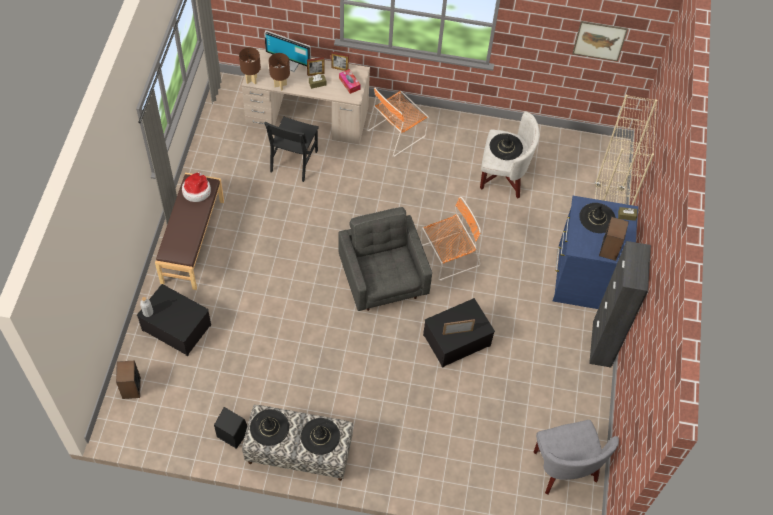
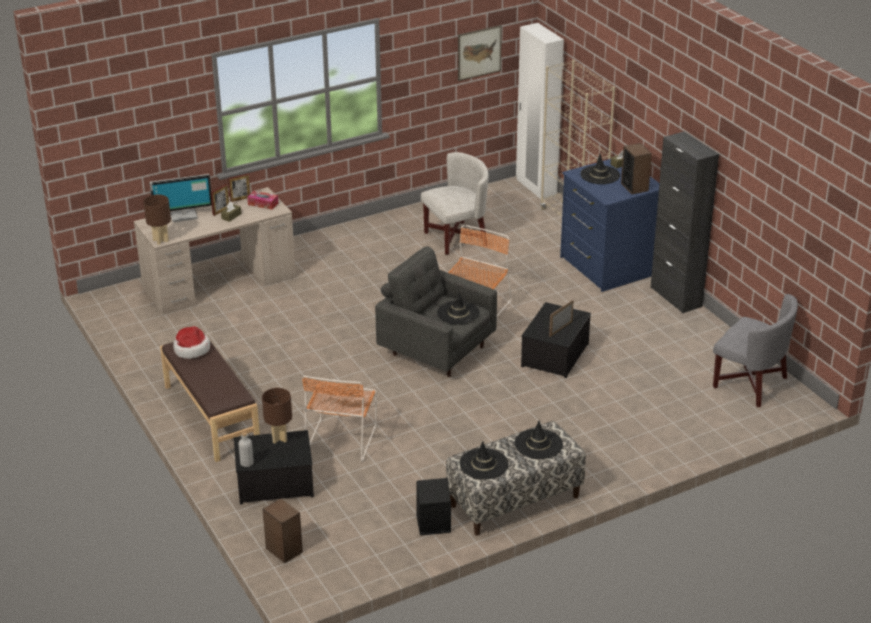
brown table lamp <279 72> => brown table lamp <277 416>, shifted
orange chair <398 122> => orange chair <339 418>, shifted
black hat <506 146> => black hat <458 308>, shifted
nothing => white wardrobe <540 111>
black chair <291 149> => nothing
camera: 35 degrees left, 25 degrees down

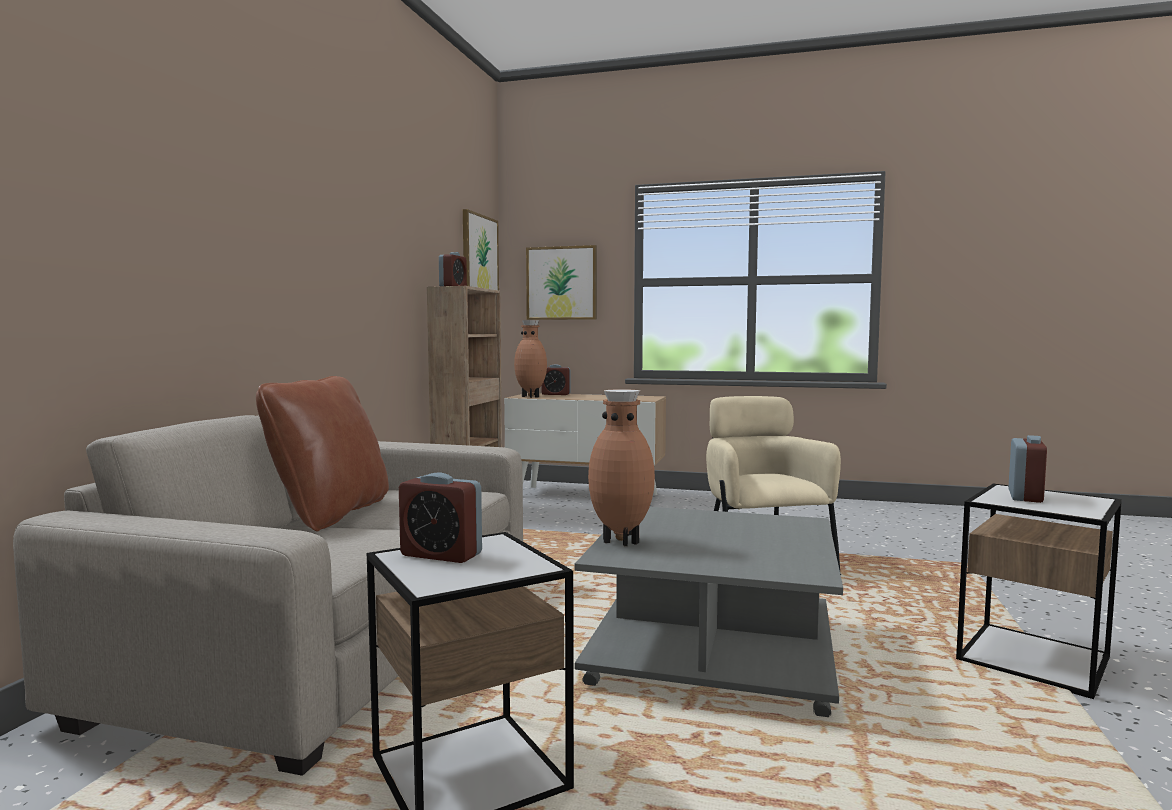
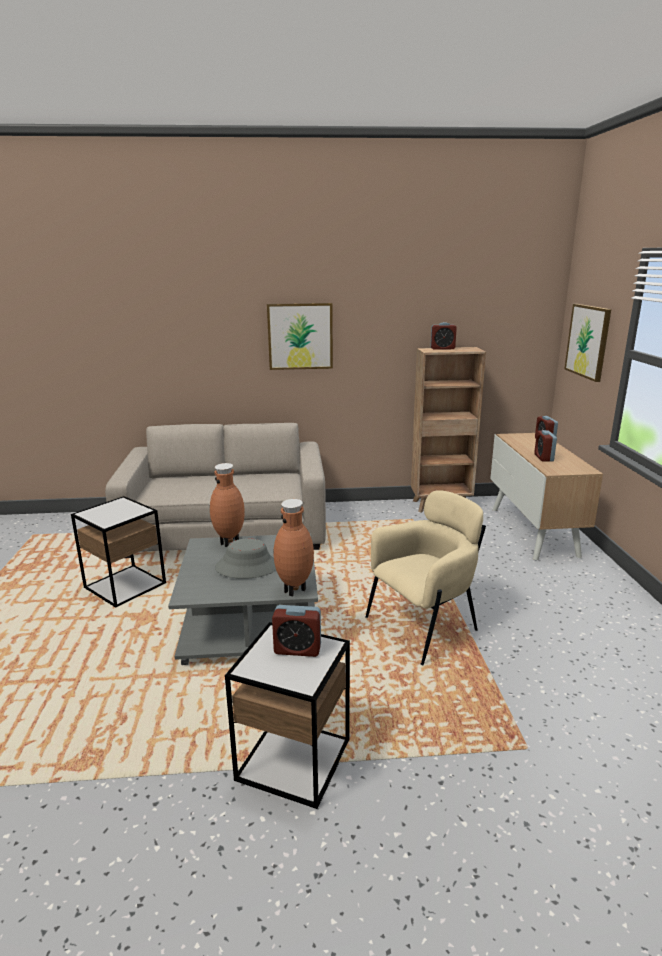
nothing => grey hat <245 558>
picture <481 249> => picture <300 336>, shifted
brown vase <530 359> => brown vase <293 547>, shifted
alarm clock <440 517> => alarm clock <545 446>, shifted
brown pillow <322 453> => nothing
camera: 70 degrees right, 15 degrees up

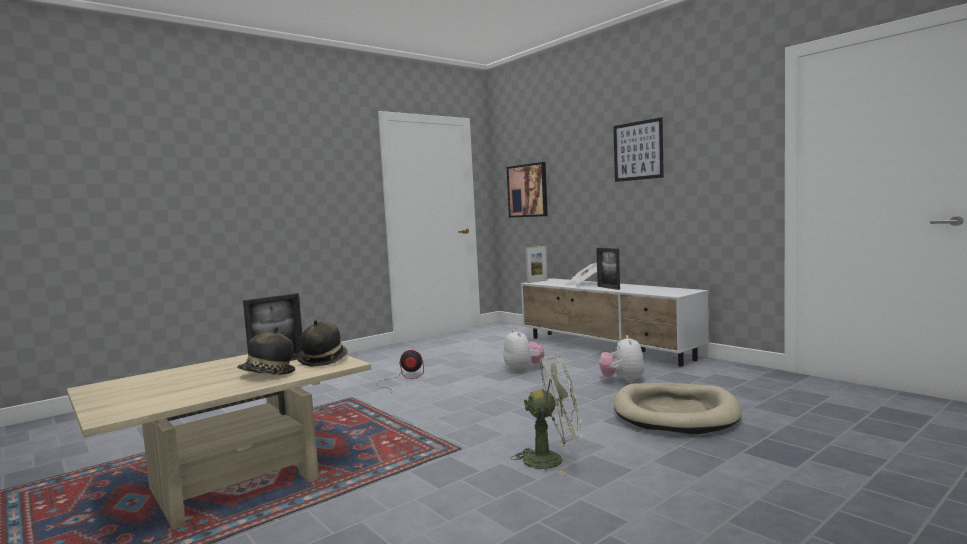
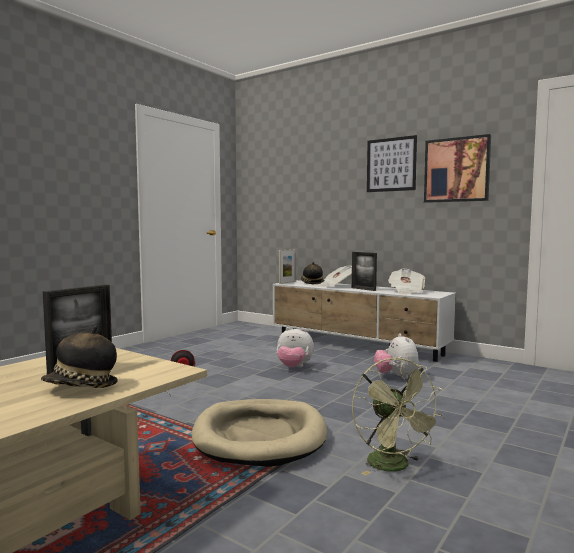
beige dog bed <678 408> => beige dog bed <259 433>, shifted
plush toy <524 350> => plush toy <295 347>, 135 degrees clockwise
hat <322 343> => hat <312 273>, shifted
green fan <546 415> => green fan <398 416>, 90 degrees clockwise
nothing => newspaper <406 282>
picture <527 190> => picture <457 168>, shifted
camera: 15 degrees left, 0 degrees up

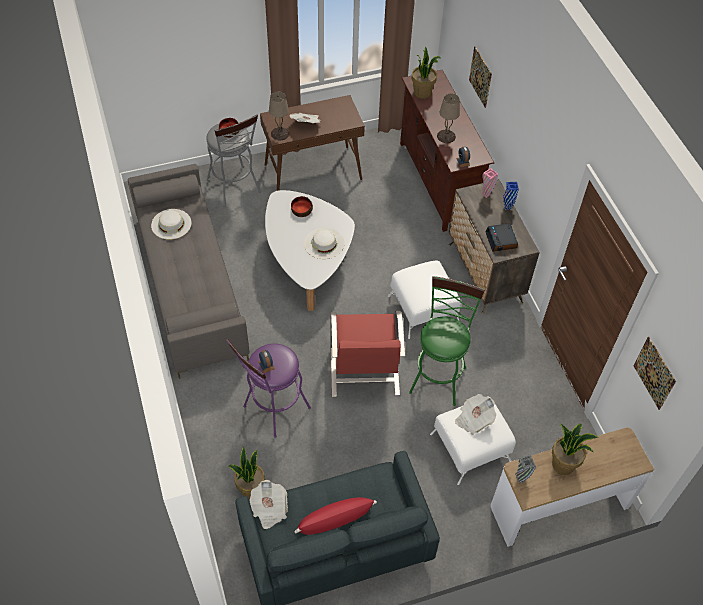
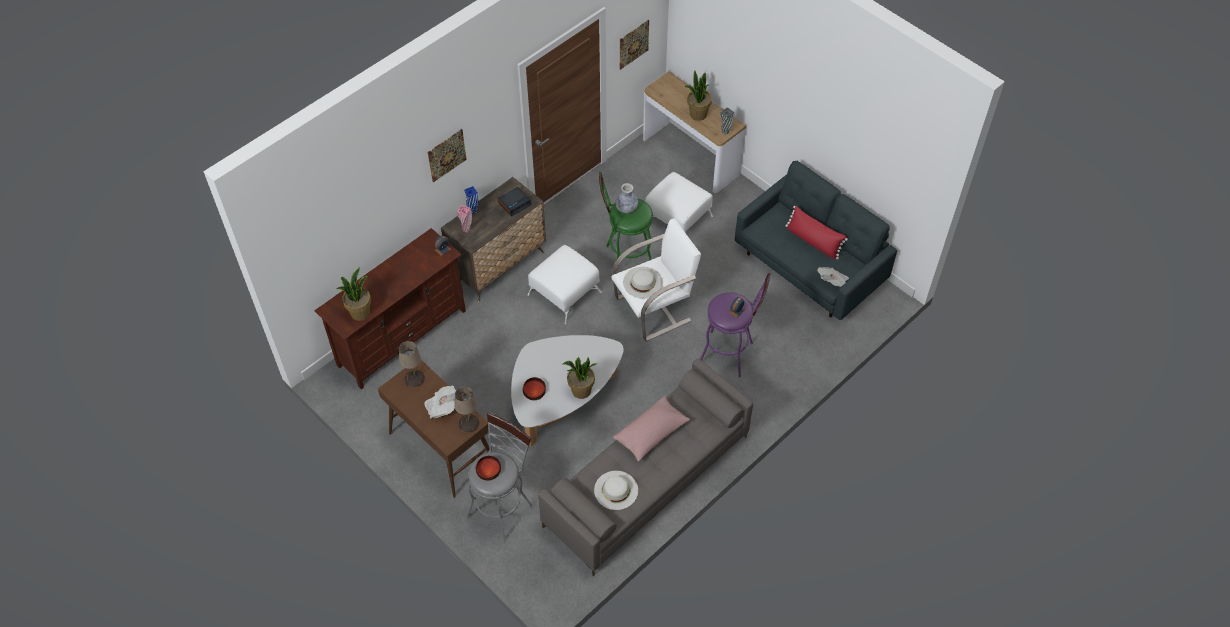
beige table lamp <448 118> => beige table lamp <412 364>, shifted
picture <480 77> => picture <447 155>, shifted
potted plant <247 473> => potted plant <580 378>, shifted
red armchair <368 354> => white armchair <656 279>
nothing => pink pillow <651 429>
nothing => vase <627 198>
white hat <324 243> => white hat <643 282>, shifted
newspaper <475 414> => nothing
camera: 115 degrees left, 0 degrees up

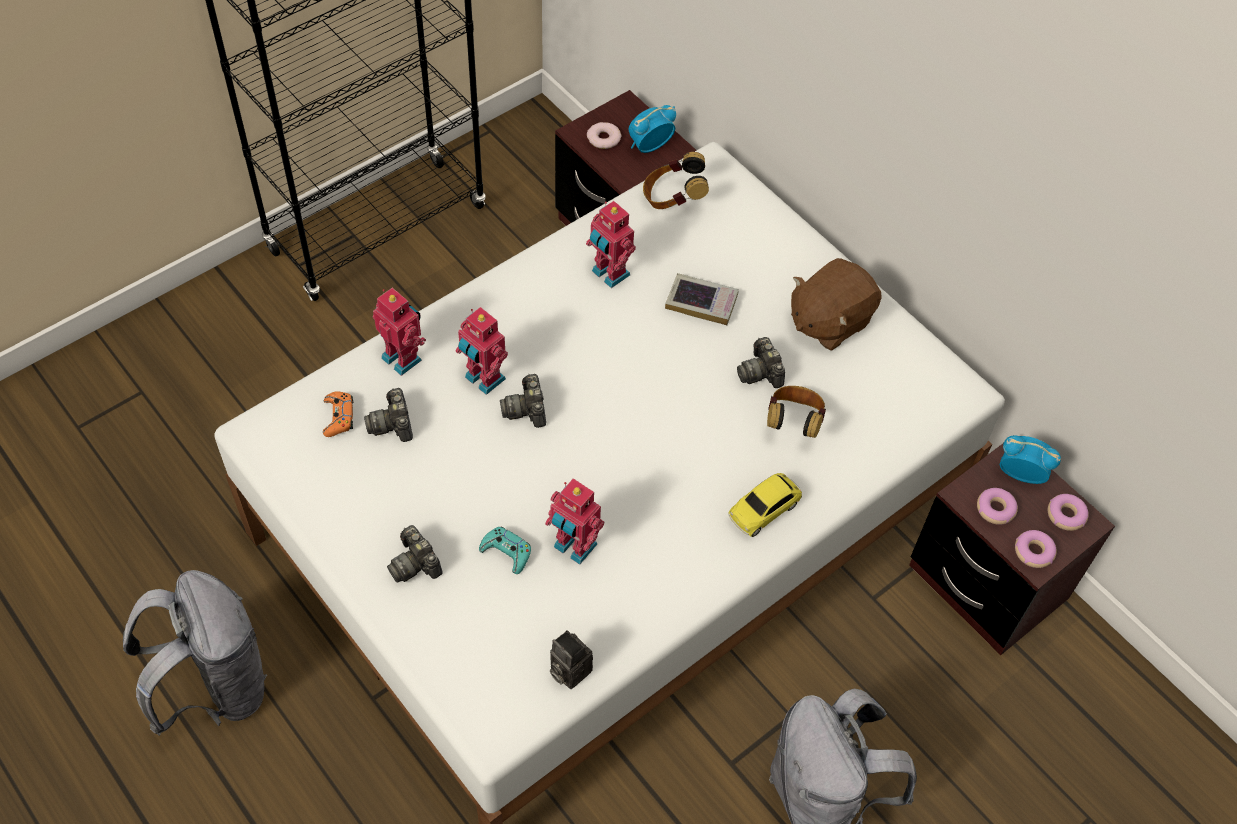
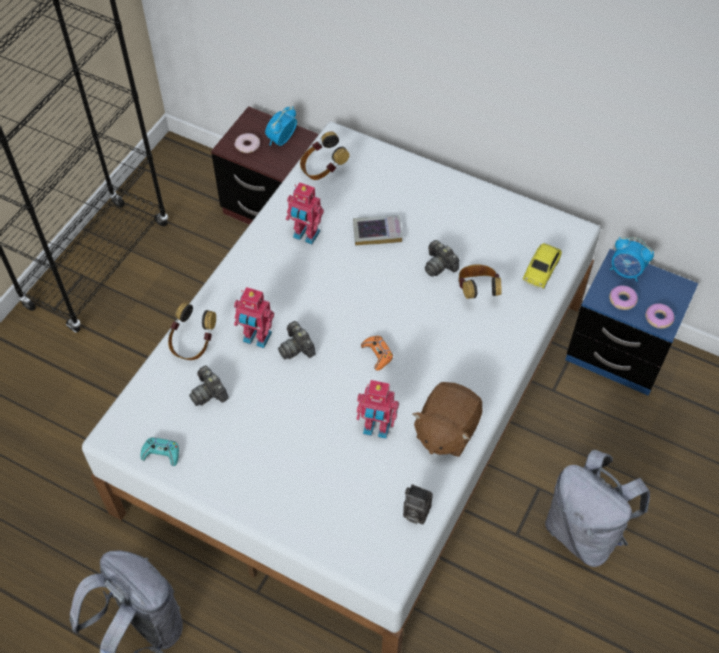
turquoise game controller <505 550> => turquoise game controller <160 451>, shifted
toy robot <399 332> => headphones <192 331>
orange game controller <338 414> => orange game controller <377 353>, shifted
brown plush toy <836 304> => brown plush toy <447 419>, shifted
toy car <765 505> => toy car <542 266>, shifted
brown nightstand <1012 549> => blue nightstand <631 322>
alarm clock <1030 459> => alarm clock <632 259>, 150 degrees counterclockwise
photo camera <415 554> => nothing
donut <1068 512> => nothing
camera: 20 degrees left, 0 degrees up

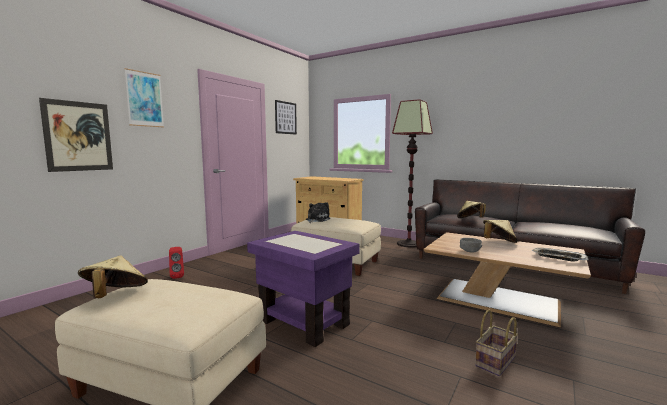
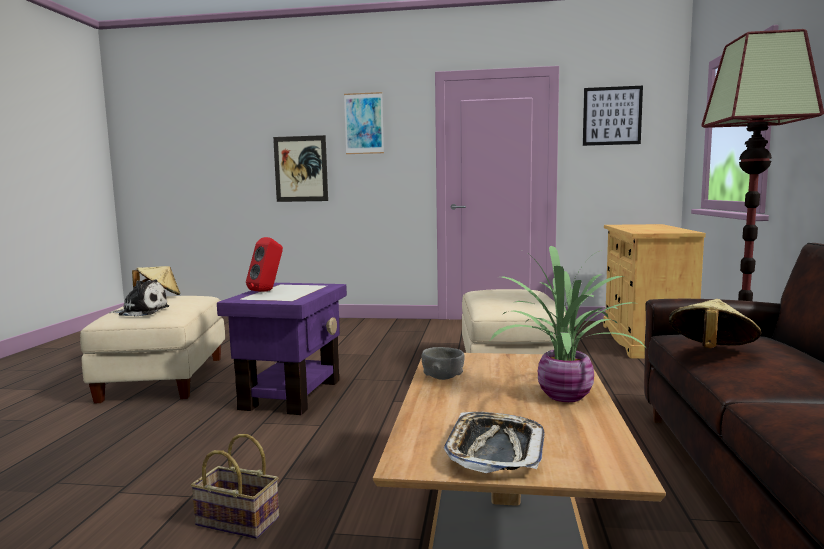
plush toy <318 212> => plush toy <139 298>, shifted
red speaker <176 263> => red speaker <264 264>, shifted
beige hat <500 231> => potted plant <567 324>
camera: 65 degrees right, 0 degrees up

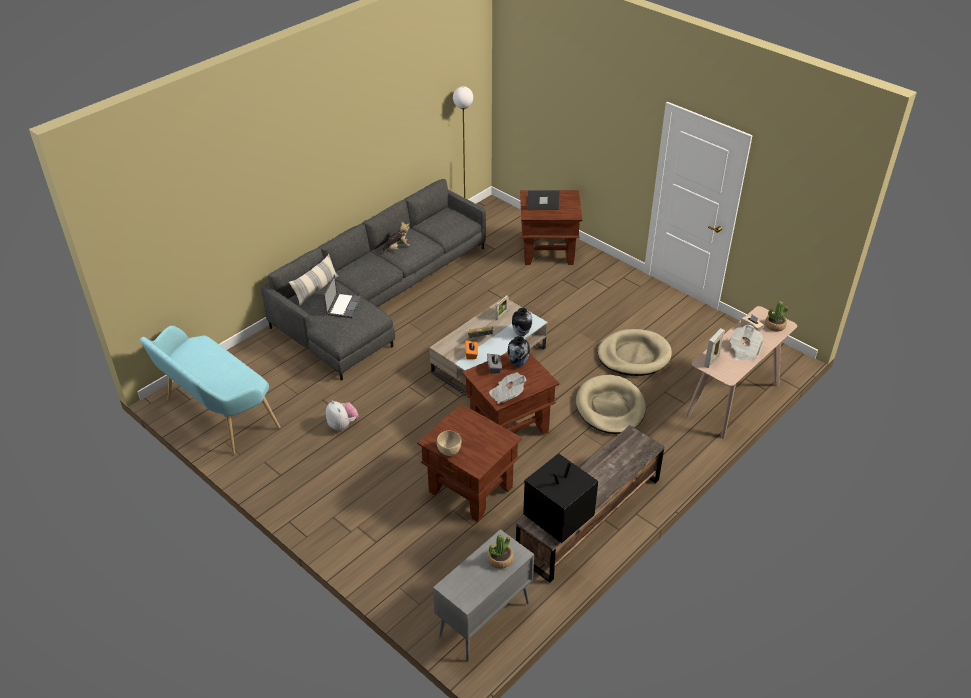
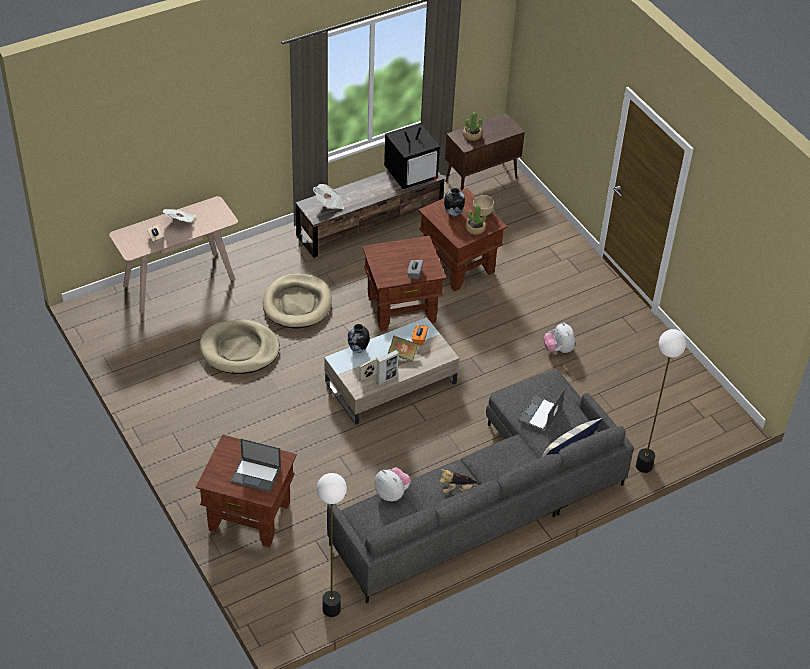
newspaper <507 388> => newspaper <328 196>, shifted
nothing => plush toy <392 484>
picture frame <714 348> => picture frame <387 367>, shifted
vase <519 351> => vase <454 202>, shifted
grey cabinet <483 595> => brown cabinet <485 152>
potted plant <776 316> => potted plant <475 220>, shifted
nothing => floor lamp <661 401>
turquoise bench <210 390> => nothing
camera: 165 degrees left, 5 degrees up

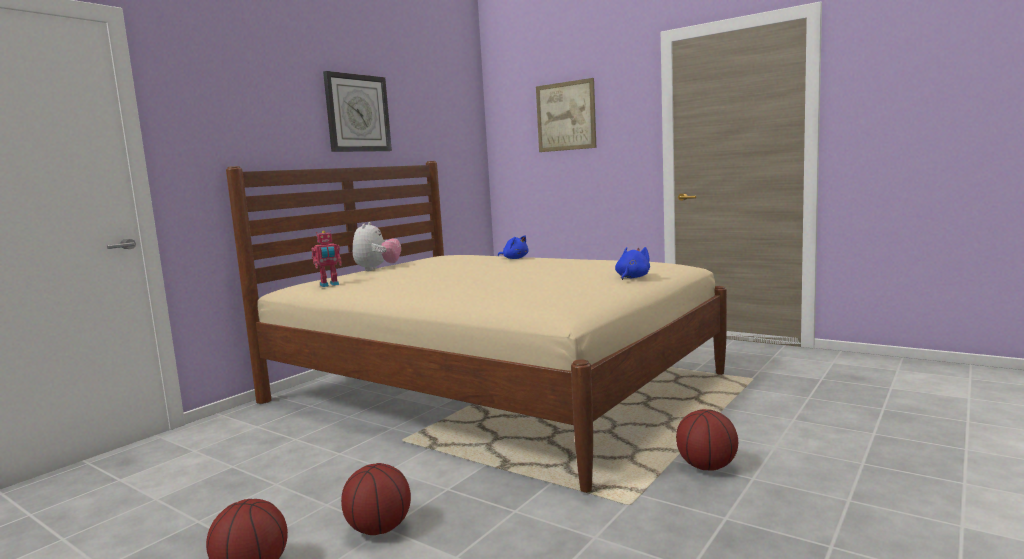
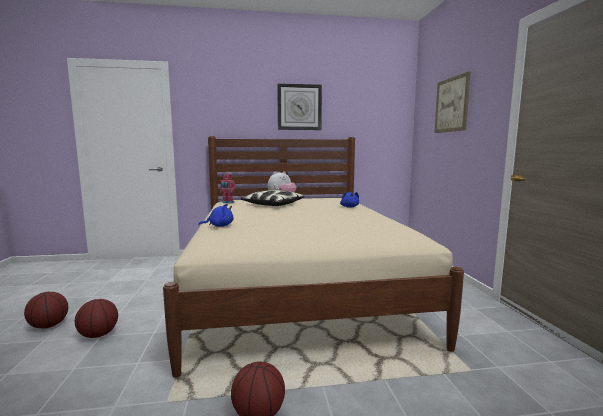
blue plush toy <632 263> => blue plush toy <215 215>, shifted
nothing => pillow <273 198>
camera: 45 degrees right, 0 degrees up

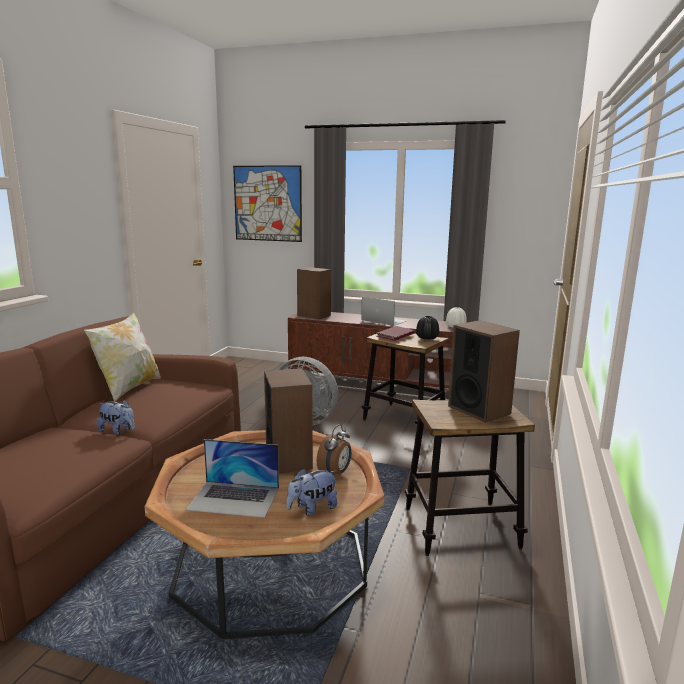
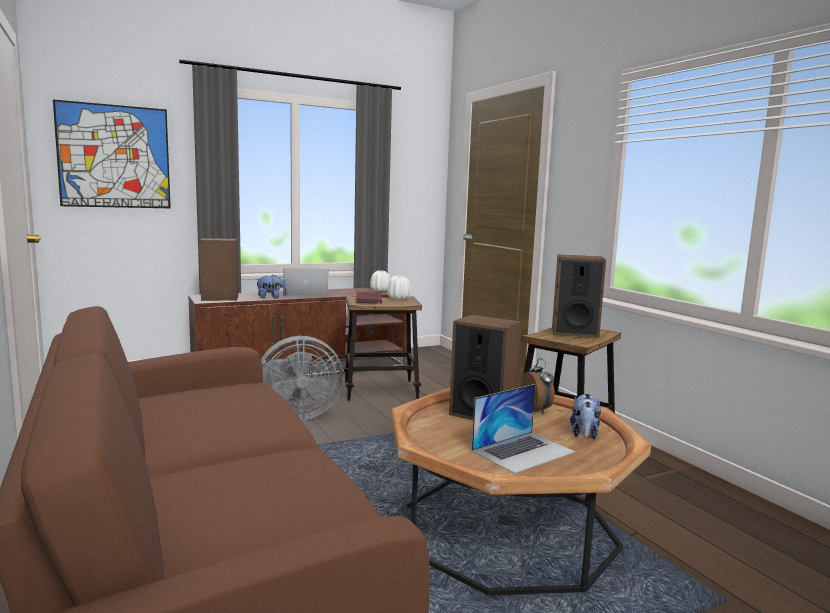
plush toy <116 417> => plush toy <272 286>, shifted
black vase <427 328> => white vase <399 287>
pillow <122 357> => nothing
camera: 45 degrees left, 5 degrees down

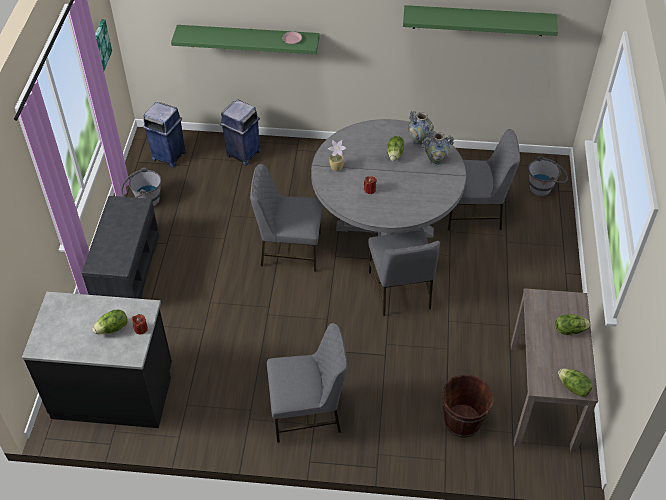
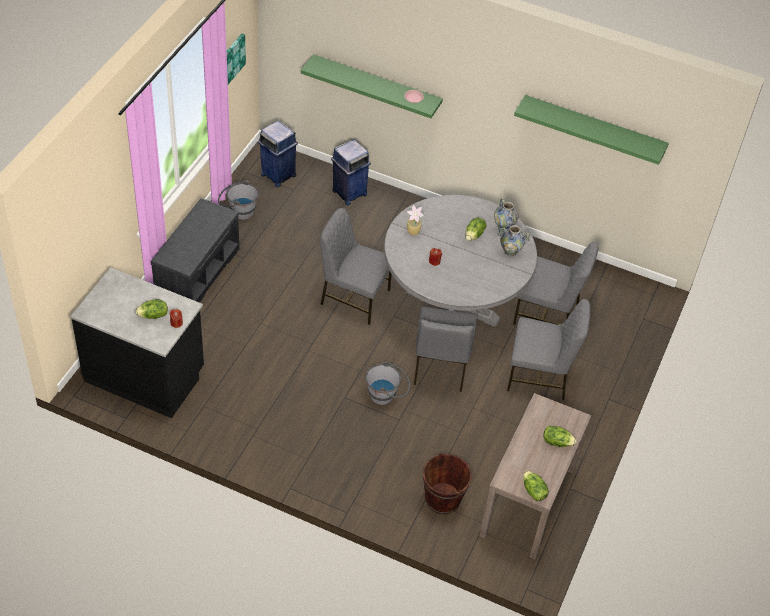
grey bucket <548 176> => grey bucket <388 383>, shifted
grey chair <307 383> => grey chair <549 349>, shifted
camera: 15 degrees right, 0 degrees up

